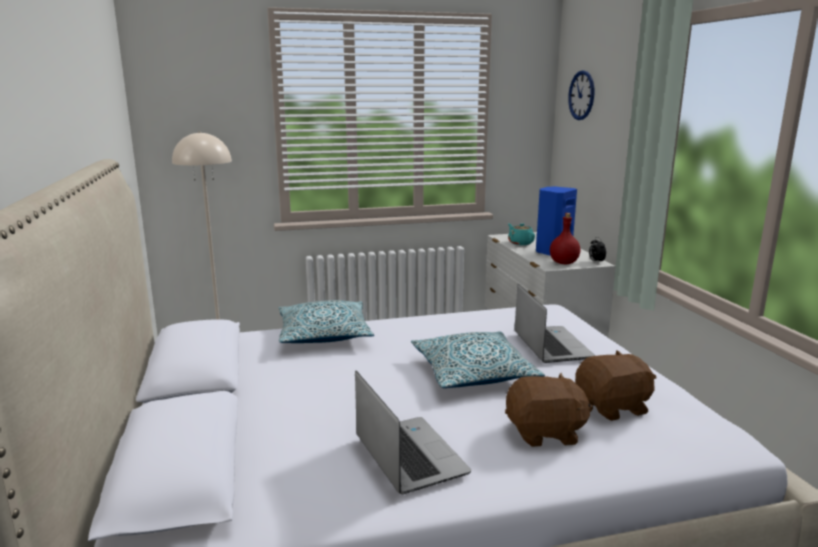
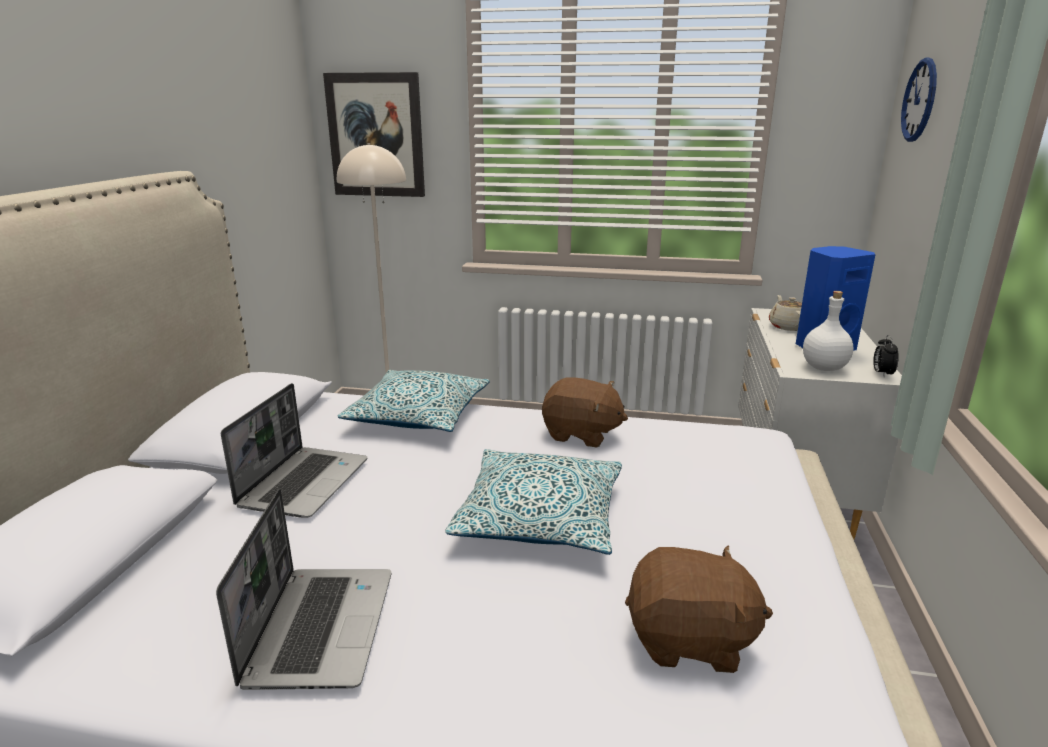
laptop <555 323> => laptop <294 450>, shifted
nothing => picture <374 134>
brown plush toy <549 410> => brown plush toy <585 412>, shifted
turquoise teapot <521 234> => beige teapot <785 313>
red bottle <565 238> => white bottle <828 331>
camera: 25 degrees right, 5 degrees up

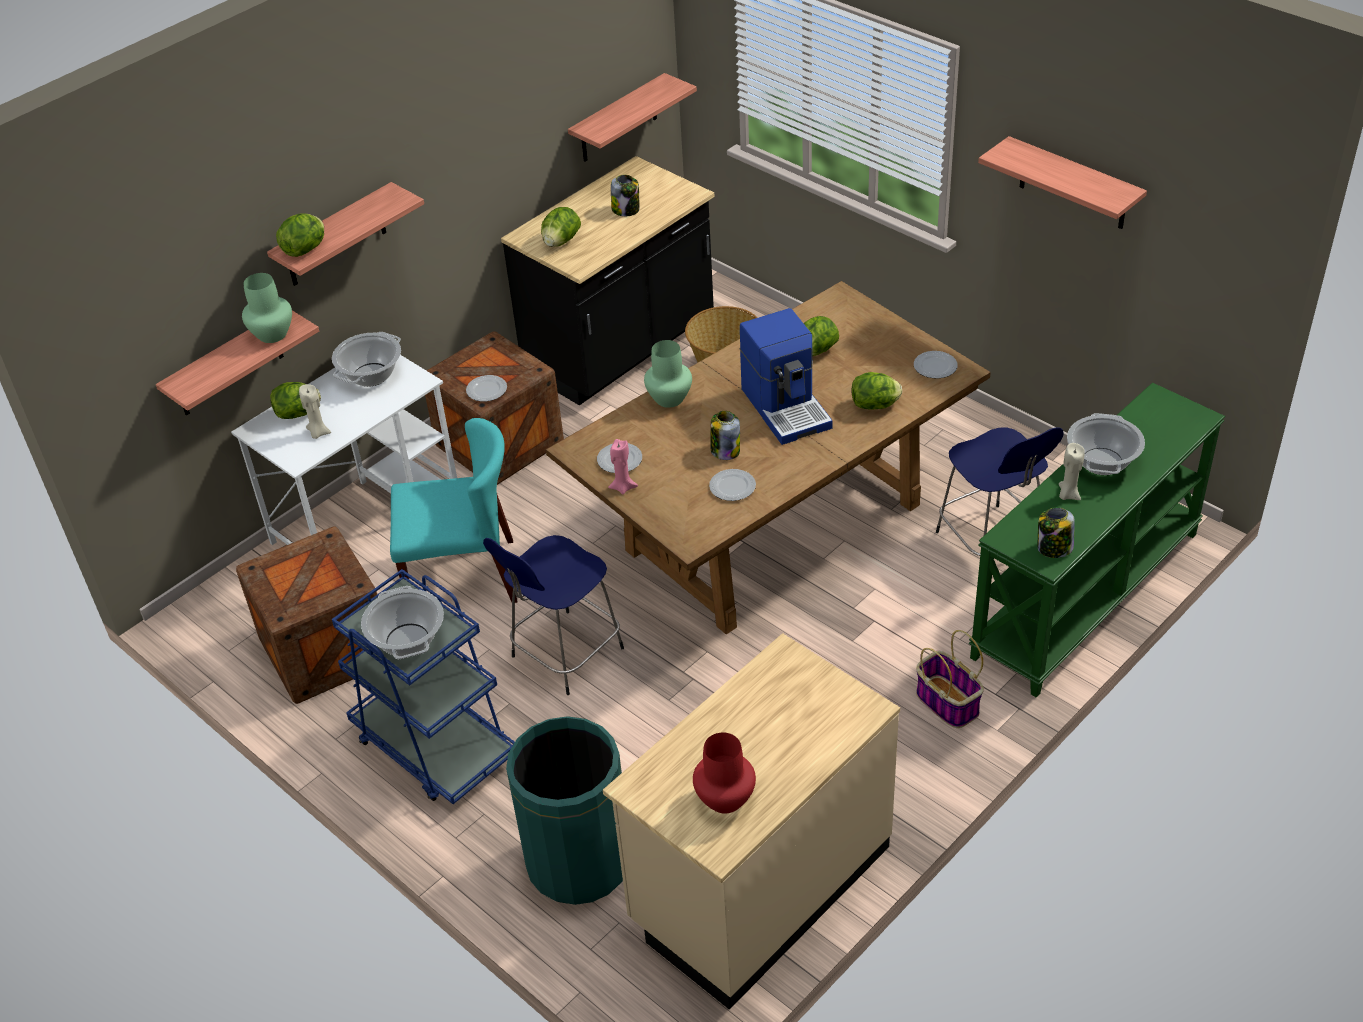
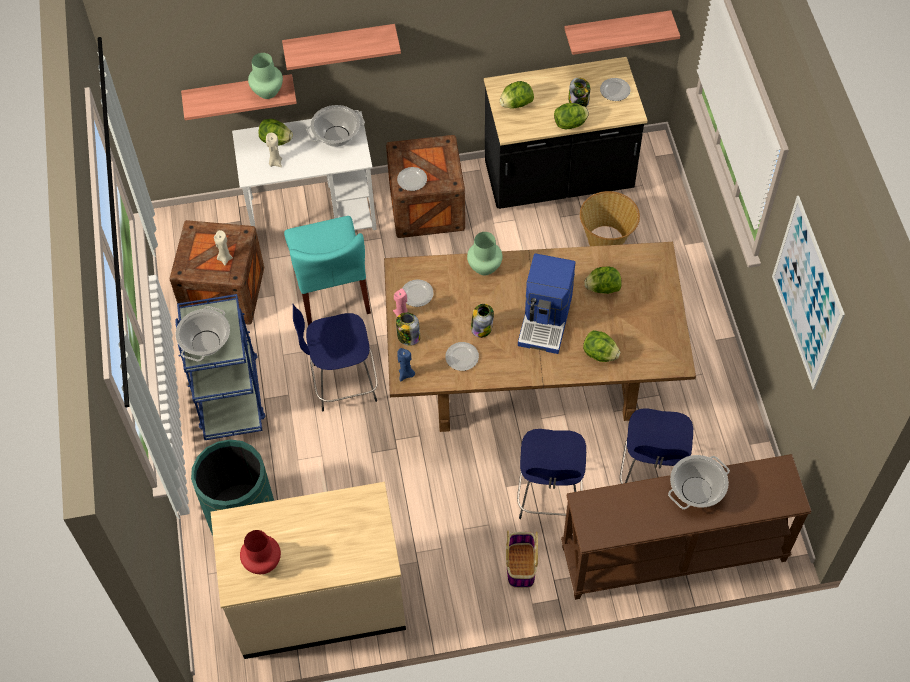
beige candle <1072 471> => beige candle <223 247>, shifted
turquoise chair <453 510> => turquoise chair <327 271>, 45 degrees clockwise
jar <1056 532> => jar <408 329>, shifted
nothing => blue candle <406 365>
nothing => blue stool <551 474>
lettuce <300 235> => lettuce <571 116>, shifted
green console table <1097 540> => brown console table <686 527>
plate <936 364> => plate <615 89>, shifted
shelf <1062 182> => picture <808 293>
camera: 35 degrees right, 15 degrees up

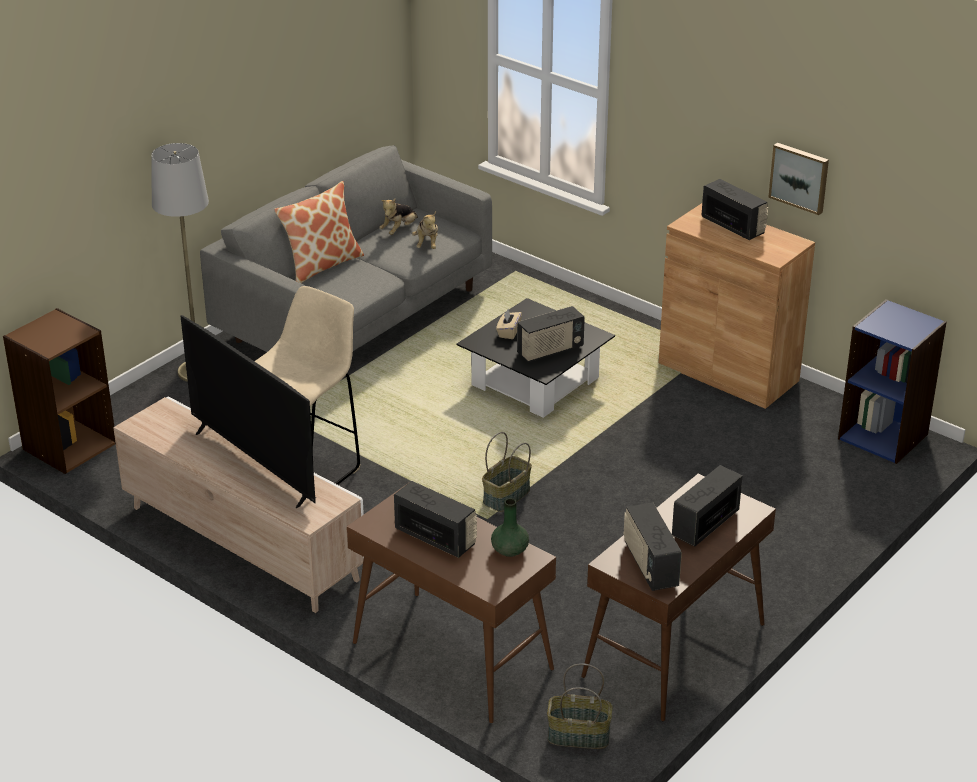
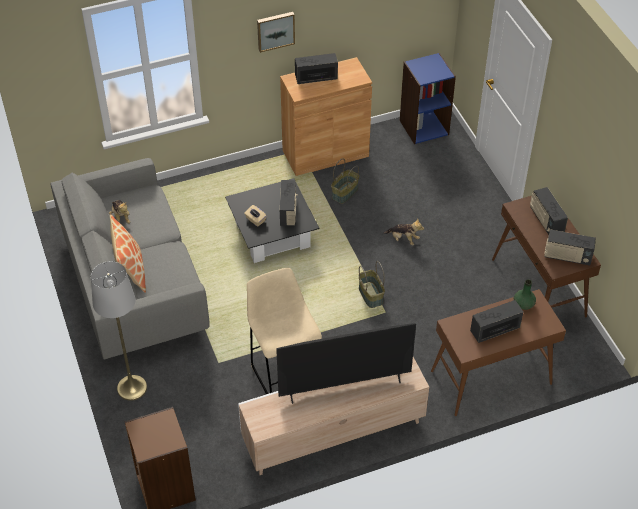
picture <798 179> => picture <276 32>, shifted
basket <579 706> => basket <345 181>, shifted
plush toy <425 230> => plush toy <403 232>, shifted
camera: 60 degrees left, 15 degrees up

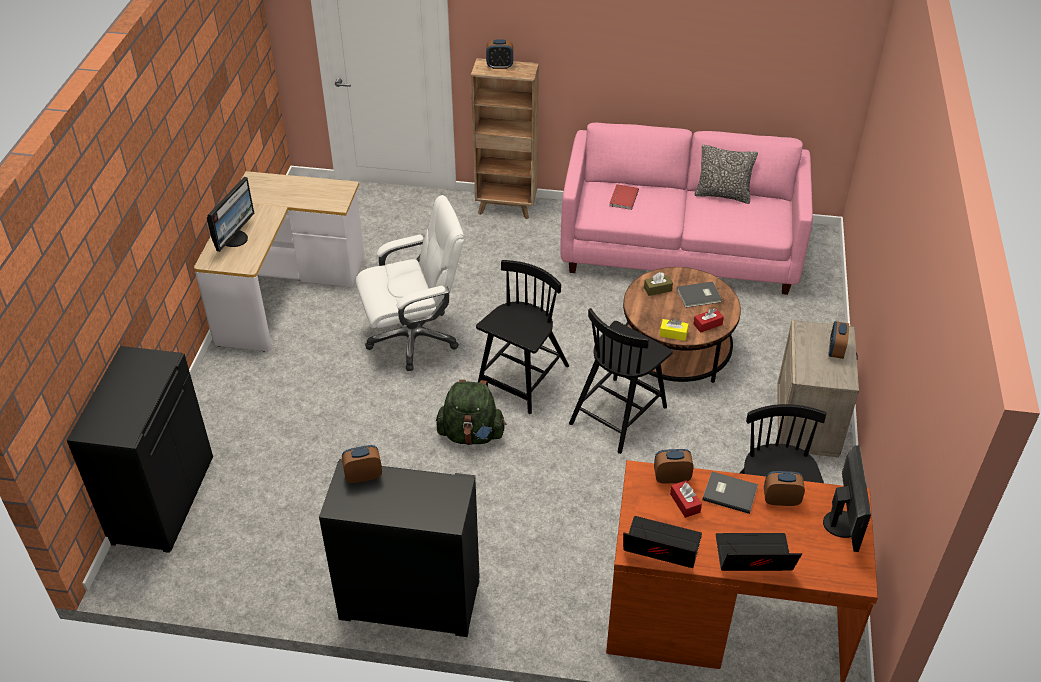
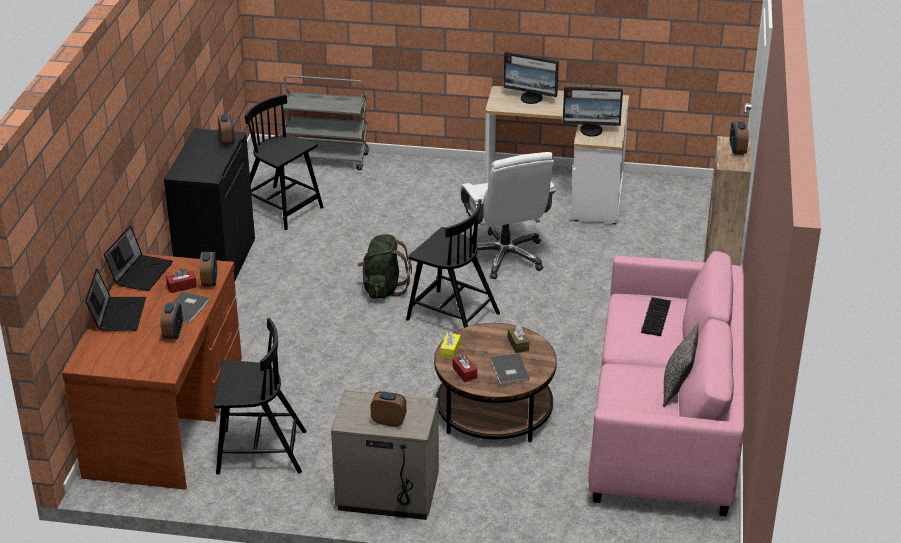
black chair <621 381> => black chair <284 162>, shifted
black cabinet <140 449> => grey cart <326 122>
monitor <847 498> => monitor <592 111>, shifted
red book <624 197> => keyboard <656 316>
camera: 90 degrees right, 10 degrees down

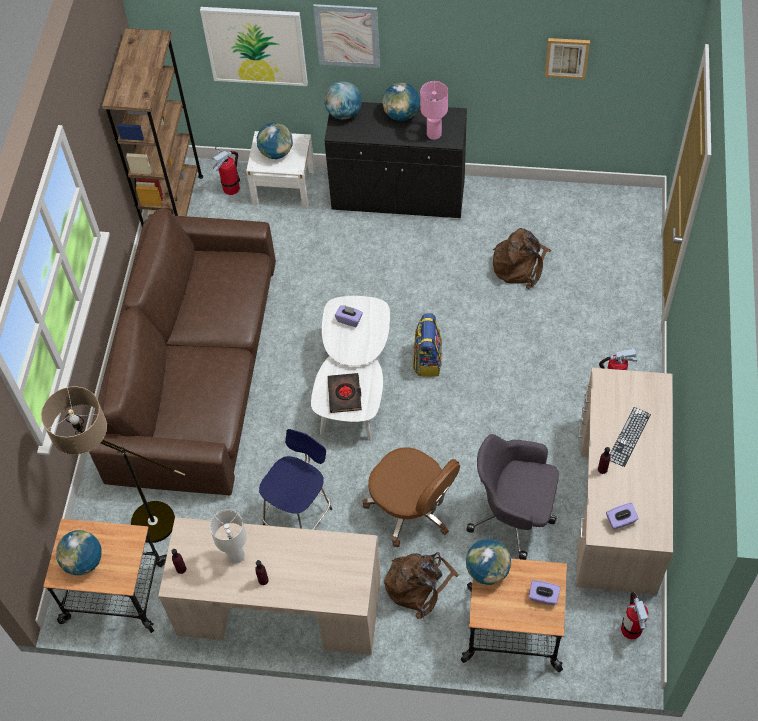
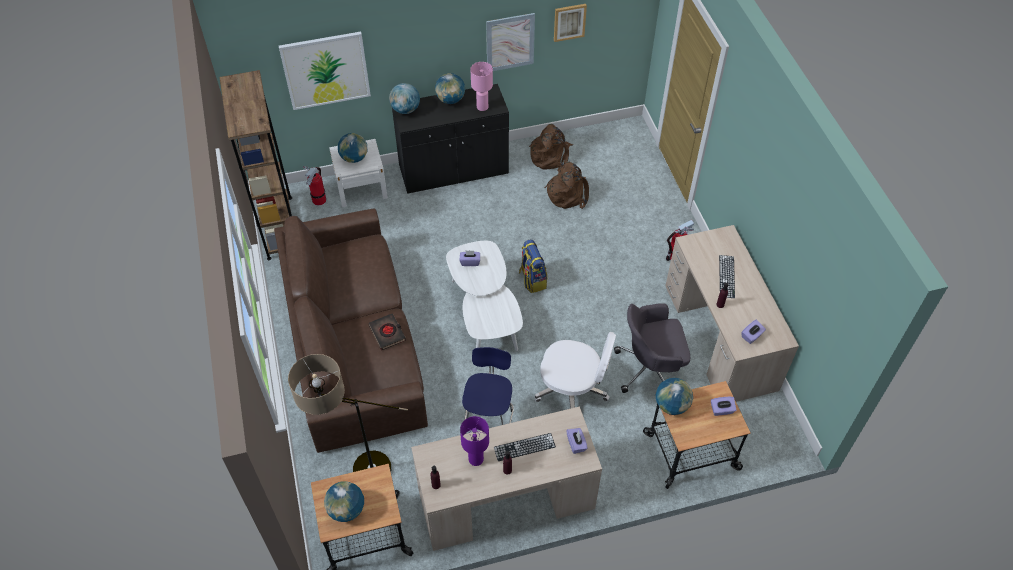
black book <344 393> => black book <387 331>, shifted
white table lamp <228 537> => purple table lamp <474 441>
picture <346 36> => picture <510 42>, shifted
nothing => keyboard <525 447>
brown backpack <421 585> => brown backpack <551 148>, shifted
brown office chair <411 497> => white office chair <575 370>
nothing => purple tissue box <577 441>
fire extinguisher <634 615> => nothing
camera: 25 degrees left, 5 degrees down

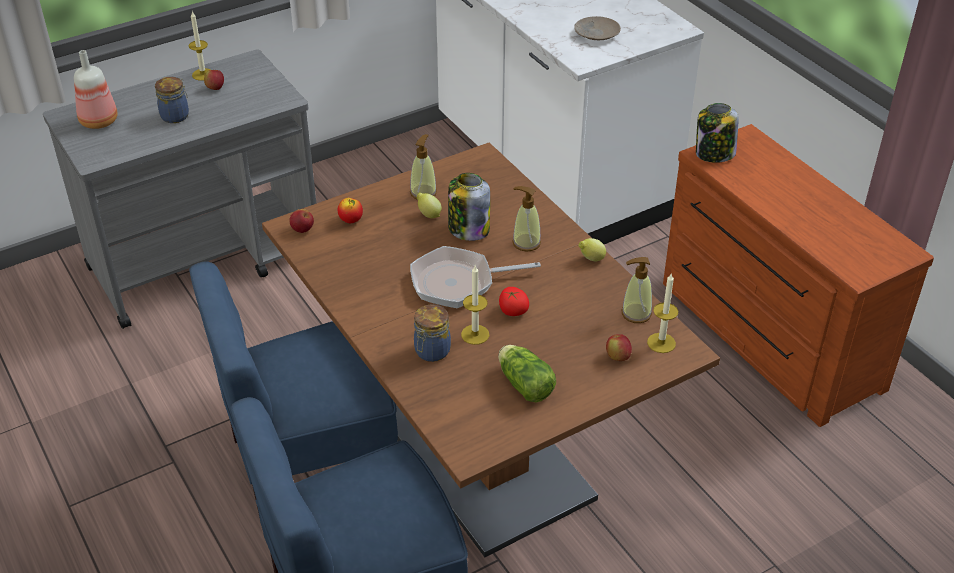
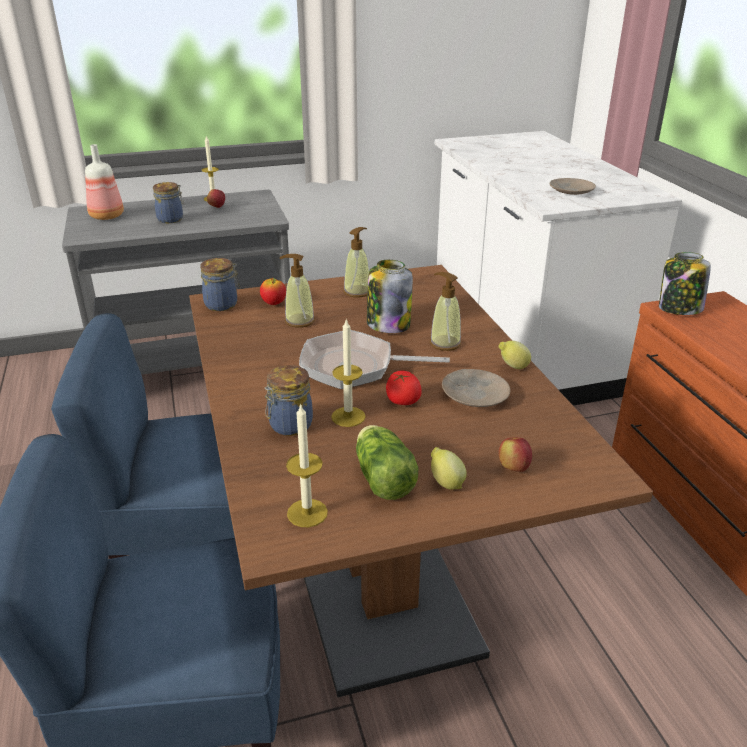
apple <301 221> => jar <220 284>
soap dispenser <637 290> => soap dispenser <297 291>, shifted
candle <662 313> => candle <307 465>, shifted
lemon <429 205> => lemon <449 468>, shifted
nothing => beige plate <476 388>
camera: 15 degrees right, 10 degrees down

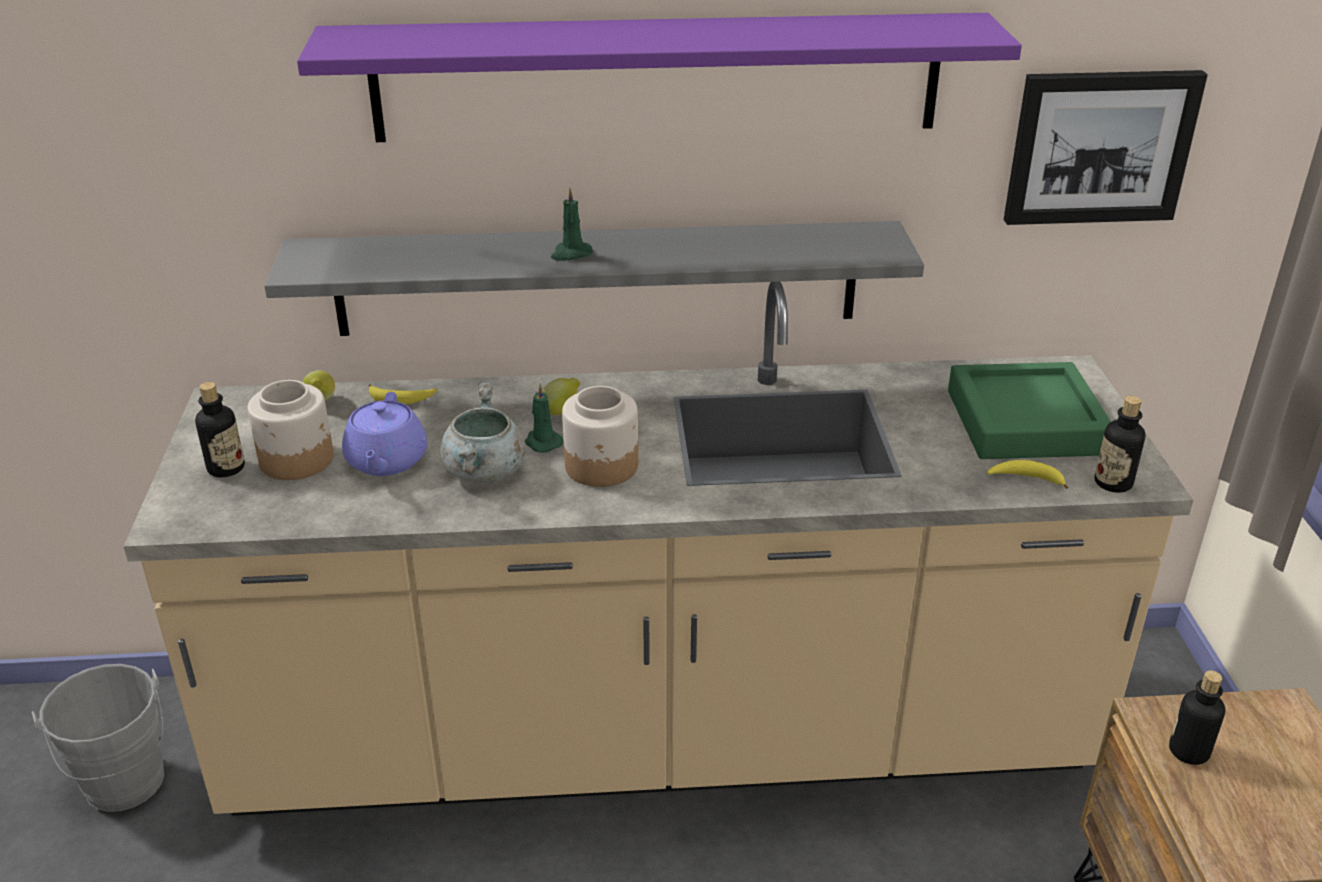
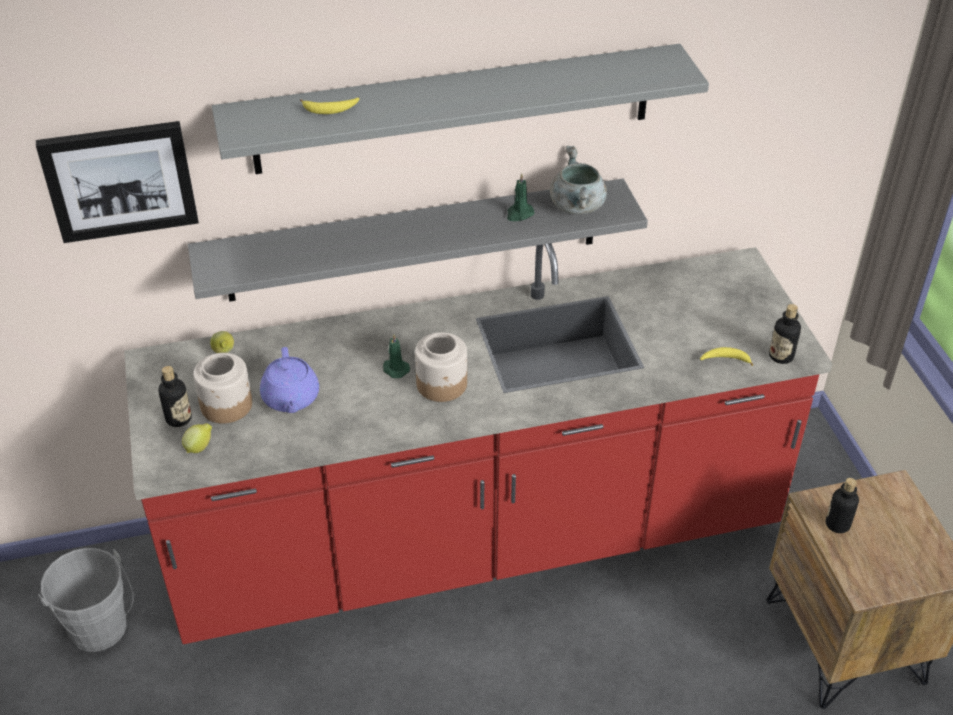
picture <1106 147> => picture <117 182>, shifted
beige counter <658 549> => red counter <478 443>
lemon <561 396> => lemon <197 438>, shifted
purple shelf <659 77> => grey shelf <460 109>
banana <403 394> => banana <329 106>, shifted
green candle <572 224> => green candle <520 197>, shifted
grey cooking pot <482 432> => grey cooking pot <578 180>, shifted
green tray <1029 410> => nothing
camera: 10 degrees left, 10 degrees up

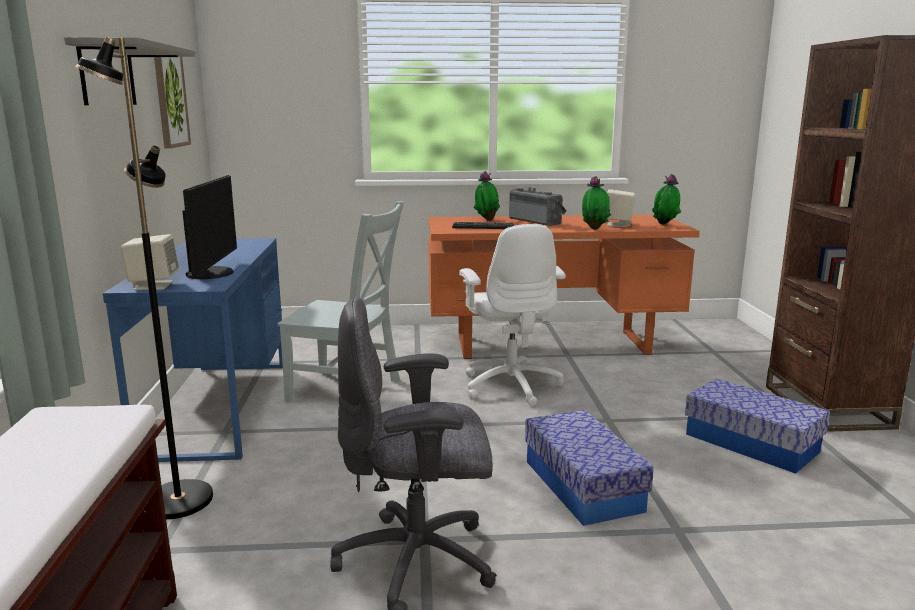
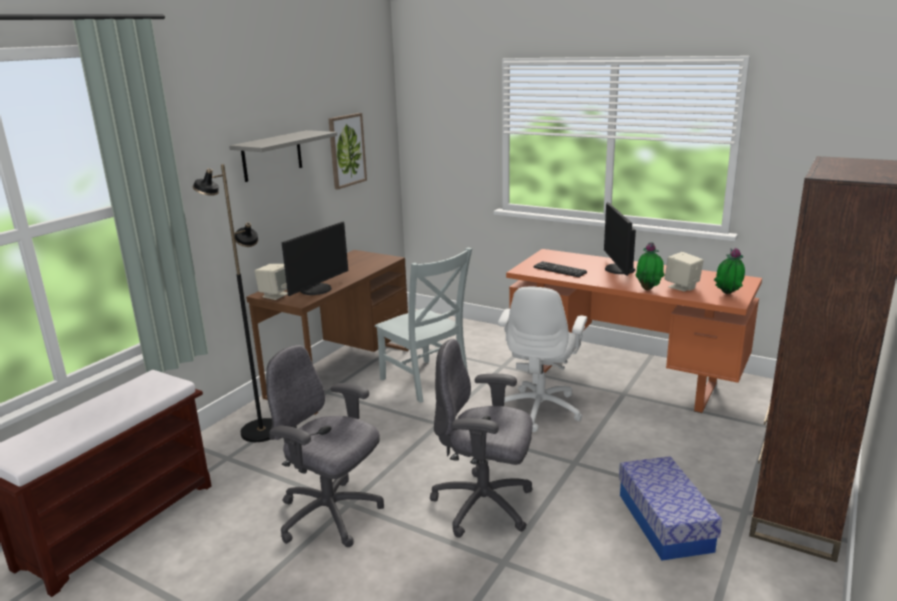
blue desk <193 350> => brown desk <327 332>
storage box <589 468> => grey office chair <481 438>
radio <537 206> => monitor <620 239>
potted plant <487 196> => nothing
camera: 35 degrees right, 5 degrees up

